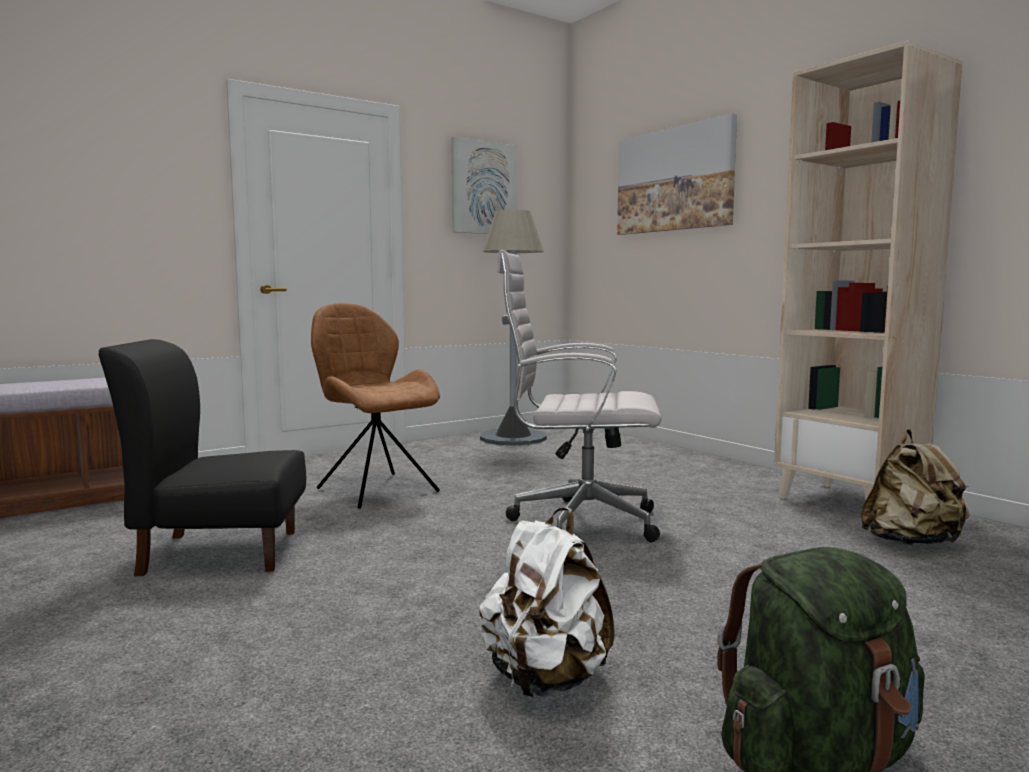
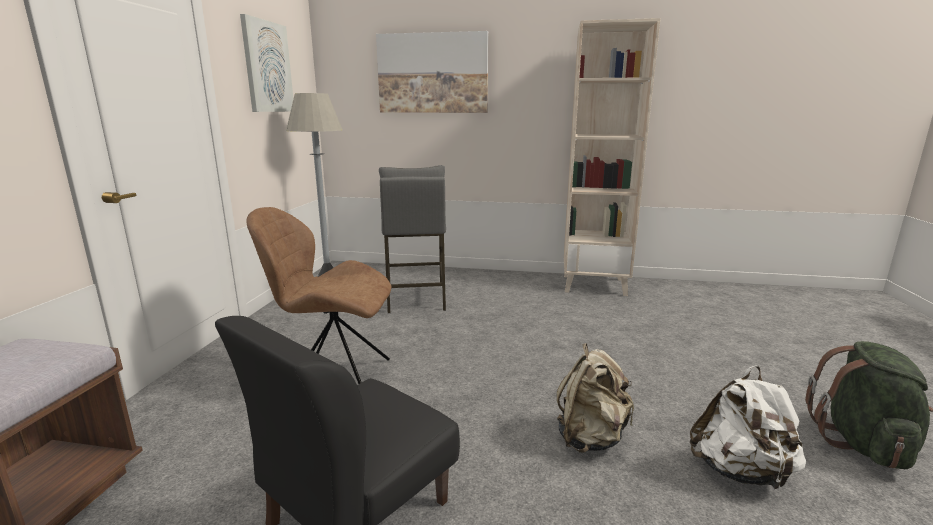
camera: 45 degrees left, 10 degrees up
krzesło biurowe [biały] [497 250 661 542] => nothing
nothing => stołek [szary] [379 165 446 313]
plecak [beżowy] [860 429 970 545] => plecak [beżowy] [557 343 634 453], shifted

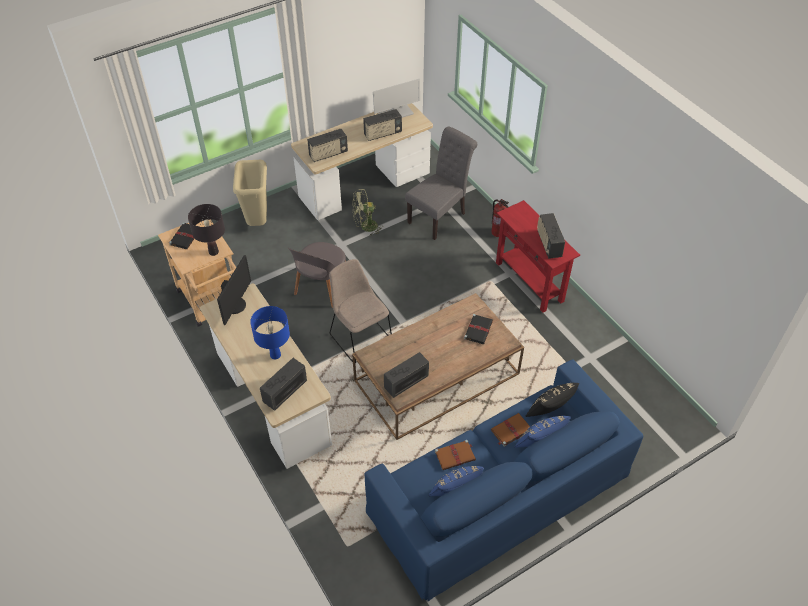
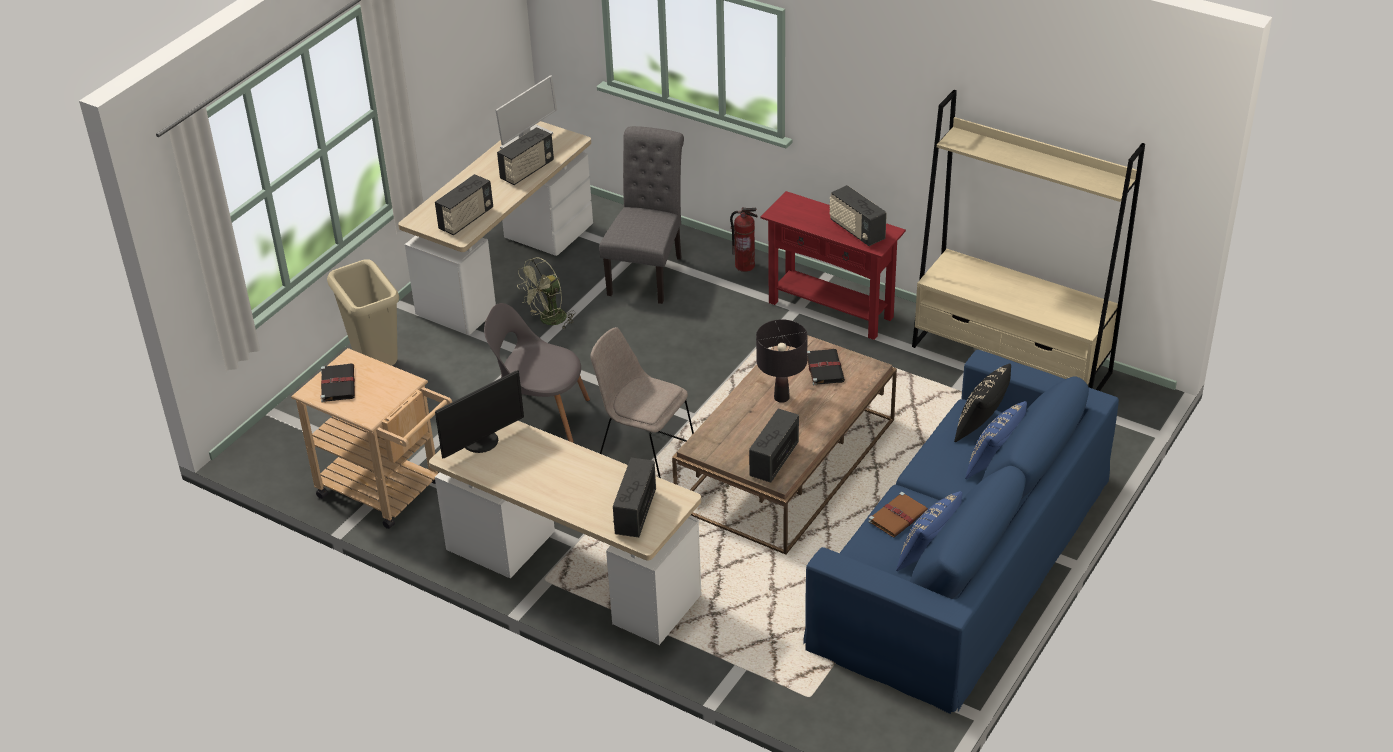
camera: 25 degrees left, 10 degrees down
lampa stołowa [niebieski] [250 306 290 359] => nothing
książka [brązowy] [491 413 530 447] => nothing
nothing => regał [beżowy] [912 90 1145 391]
lampa stołowa [czarny] [188 204 225 256] => lampa stołowa [czarny] [756 319 807 403], shifted
monitor [217 255 251 325] => monitor [435 370 524 458], 60 degrees clockwise
krzesło [szary] [288 242 346 308] => krzesło [szary] [484 303 590 443], 105 degrees clockwise

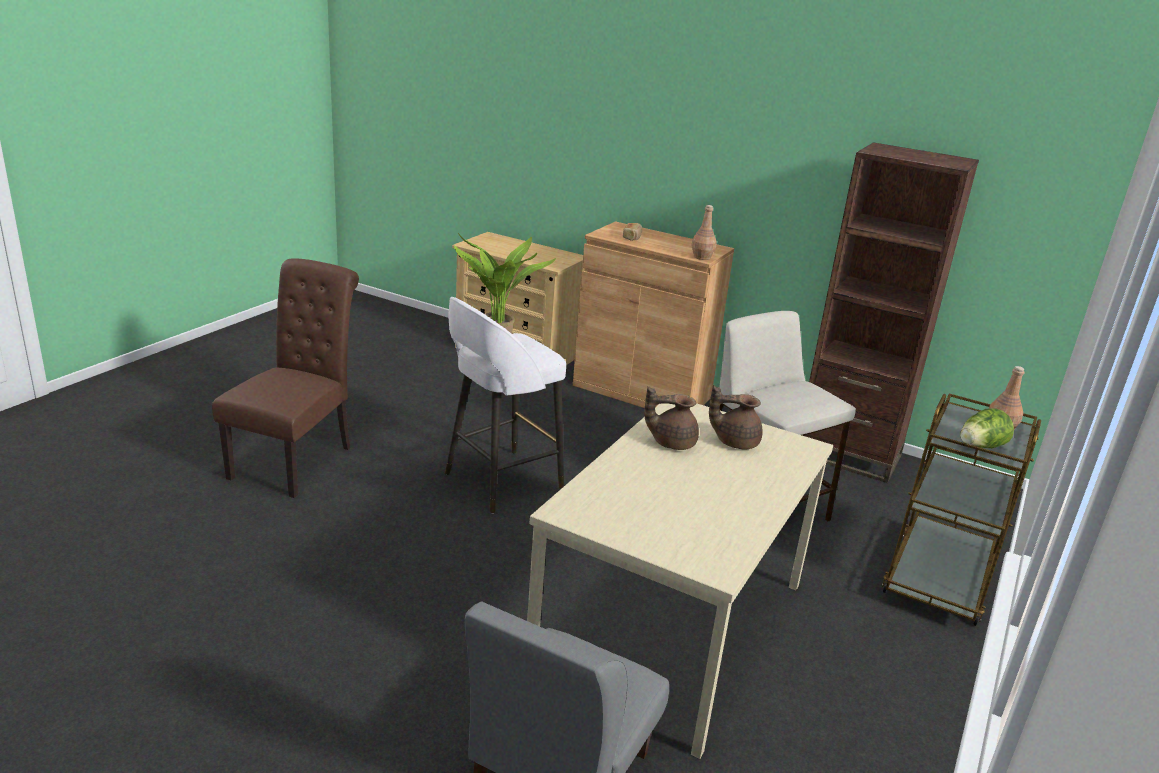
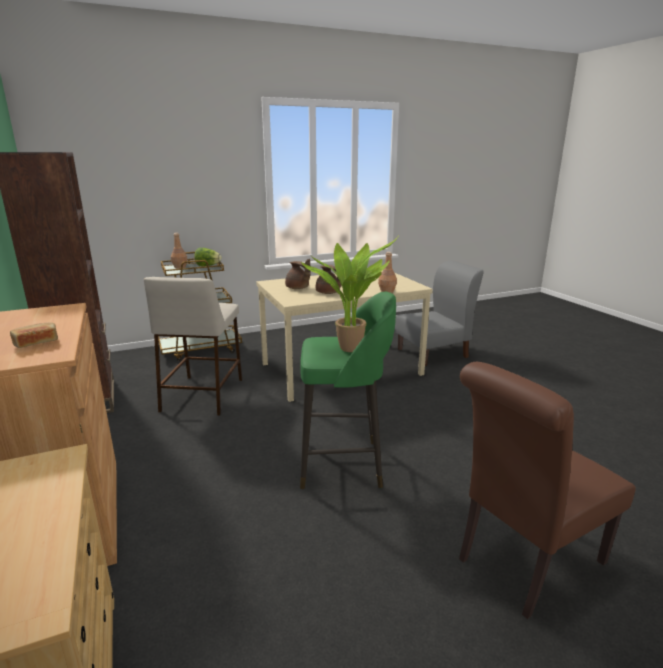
camera: 140 degrees left, 5 degrees down
butelka [brązowy] [691 205 717 260] => butelka [brązowy] [378 252 397 293], shifted
stołek [biały] [445 297 566 514] => stołek [zielony] [300 292 396 489]

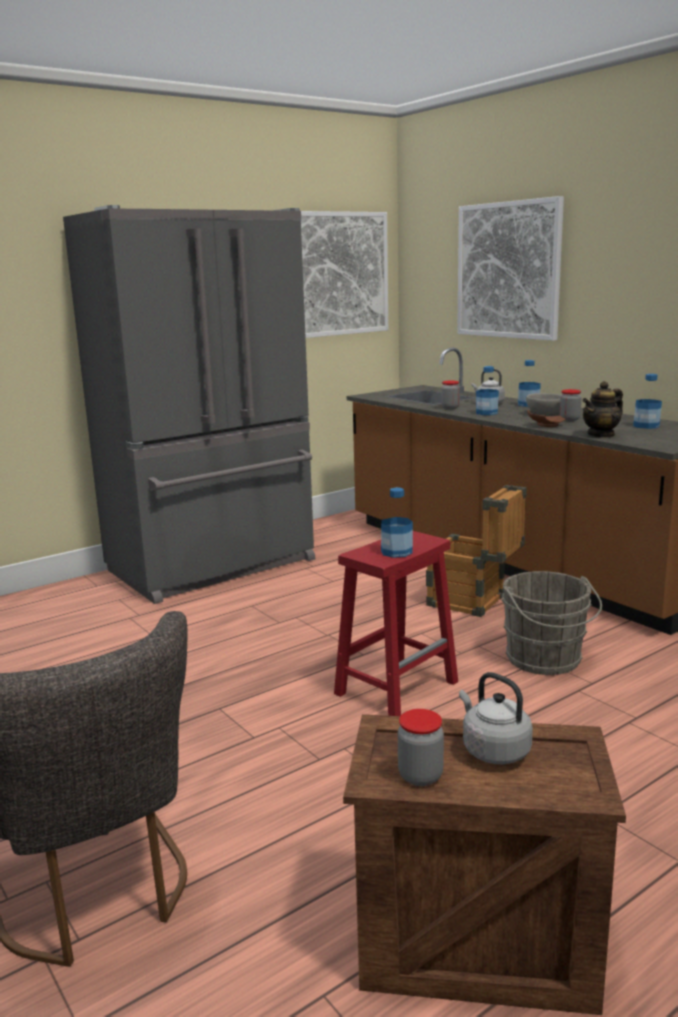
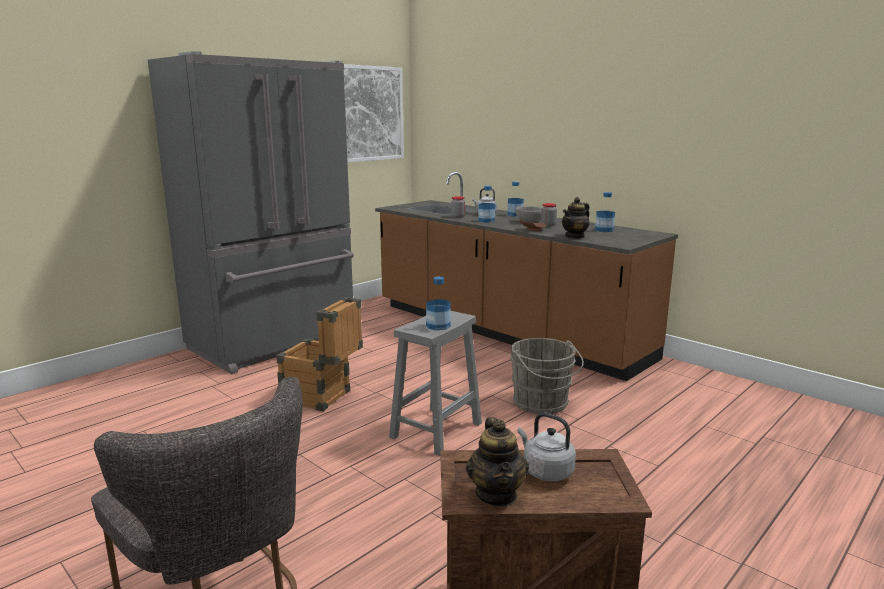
camera: 10 degrees left, 0 degrees up
obraz [457 196 564 341] => nothing
skrzynka [426 485 527 617] => skrzynka [276 297 363 411], shifted
słoik [398 709 444 786] => imbryk [466 417 529 507]
stołek [czerwony] [334 531 458 716] => stołek [szary] [389 311 482 456]

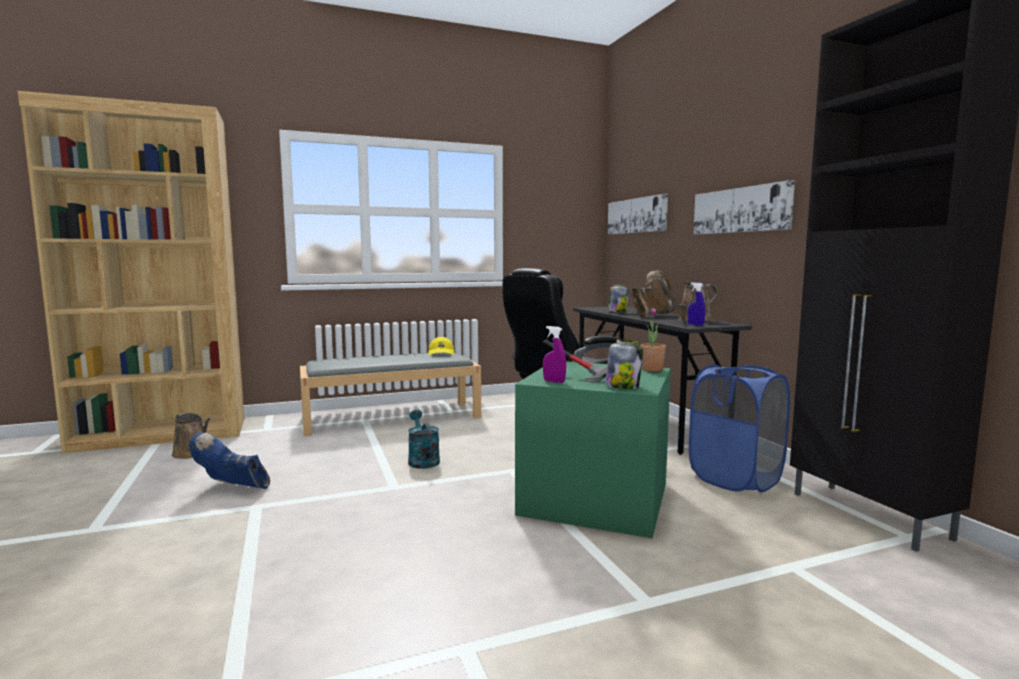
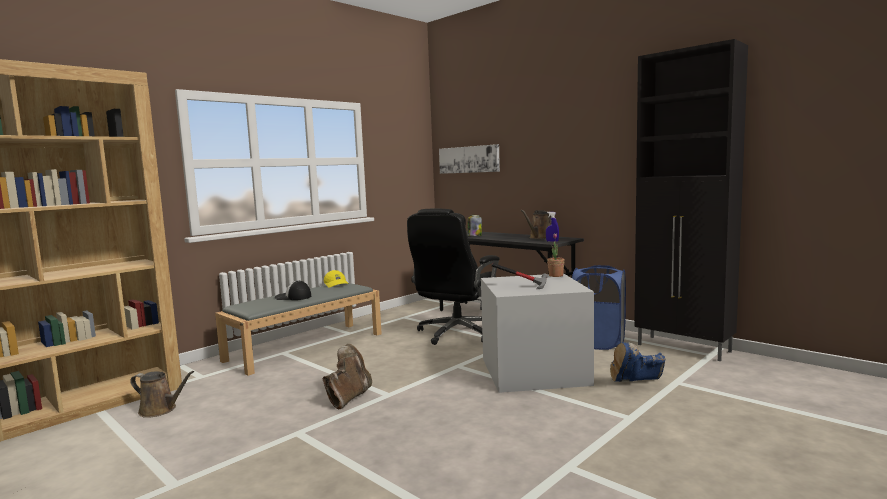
camera: 25 degrees left, 0 degrees up
konewka [turkusowy] [408 409 440 469] => nothing
spryskiwacz [fioletowy] [543 326 566 383] => nothing
słoik [605 339 643 389] => nothing
obraz [693 180 795 234] => nothing
nothing => czapka z daszkiem [275 280 311 300]
but z cholewką [niebieski] [189 432 270 489] => but z cholewką [niebieski] [610 342 665 382], shifted
but z cholewką [brązowy] [631 270 676 318] => but z cholewką [brązowy] [322 344 372 409], shifted
pojemnik do przechowywania [zielony] [515 361 671 538] => pojemnik do przechowywania [szary] [481 273 594 393]

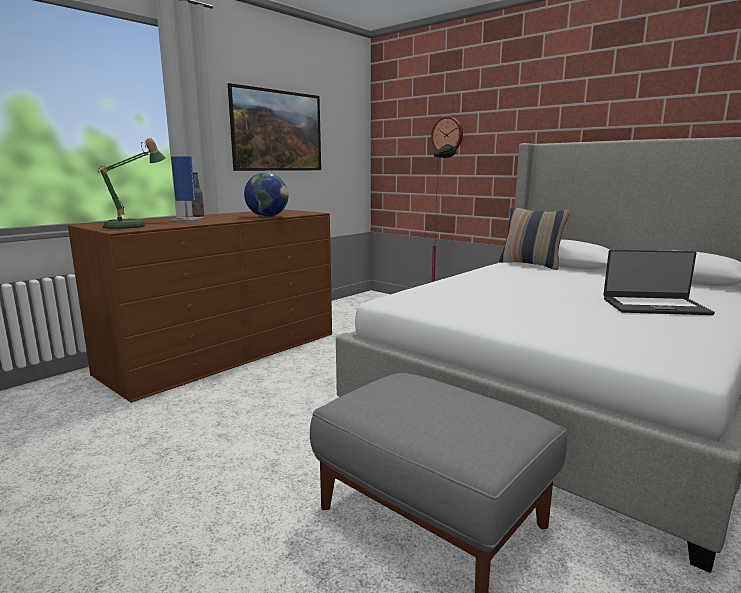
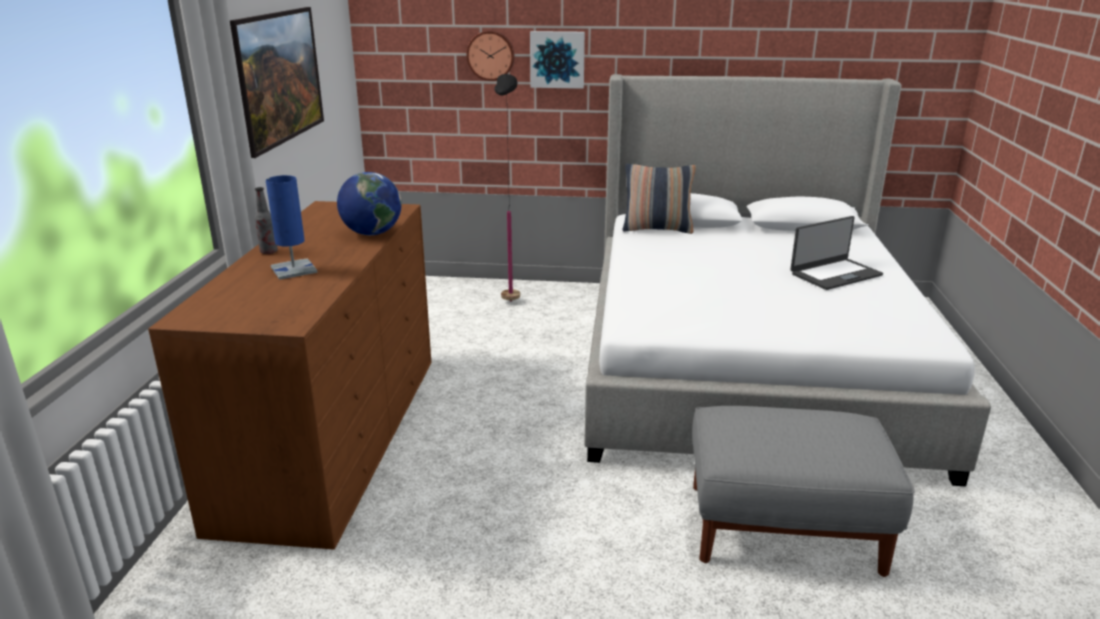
camera: 35 degrees left, 10 degrees up
lampa stołowa [98 138 166 229] => nothing
nothing => obraz [530 31 585 89]

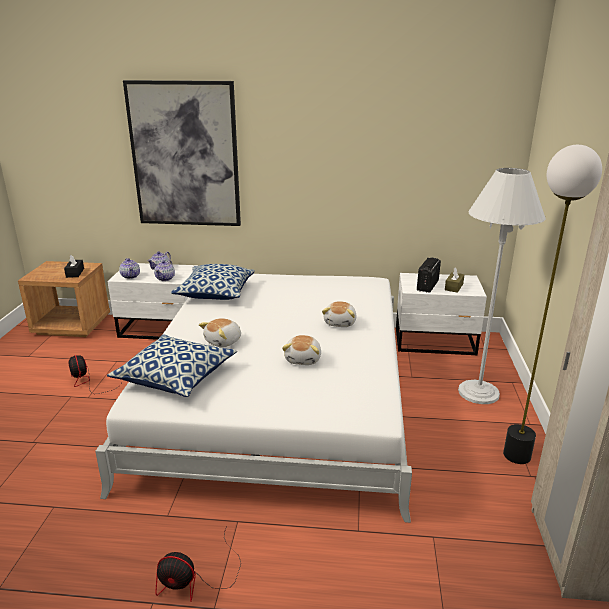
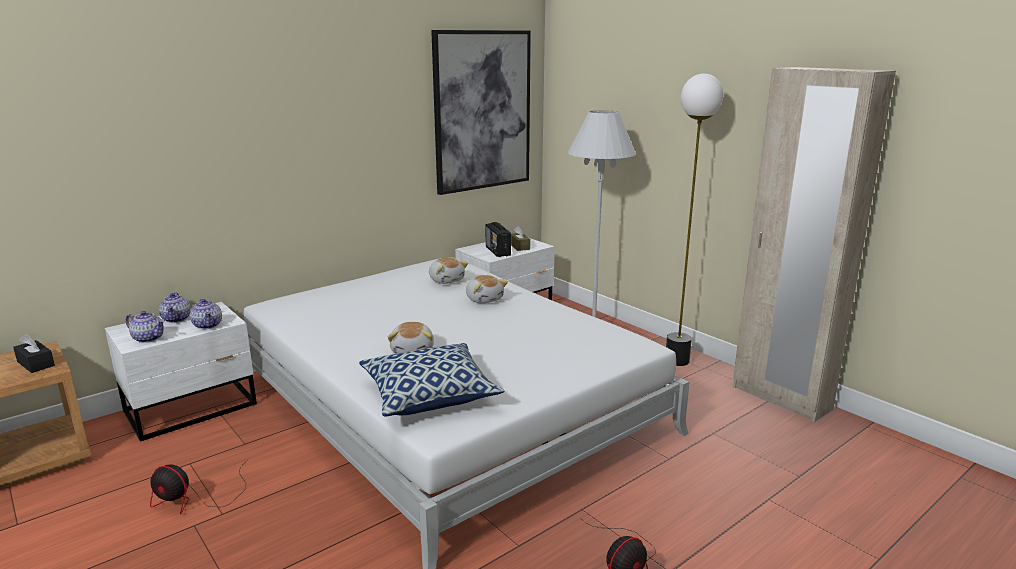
camera: 45 degrees left, 5 degrees down
poduszka [171 264 255 300] => nothing
obraz [123 80 241 226] => obraz [431 30 531 195], shifted
pluszak [282 335 321 365] => pluszak [429 257 468 284], shifted

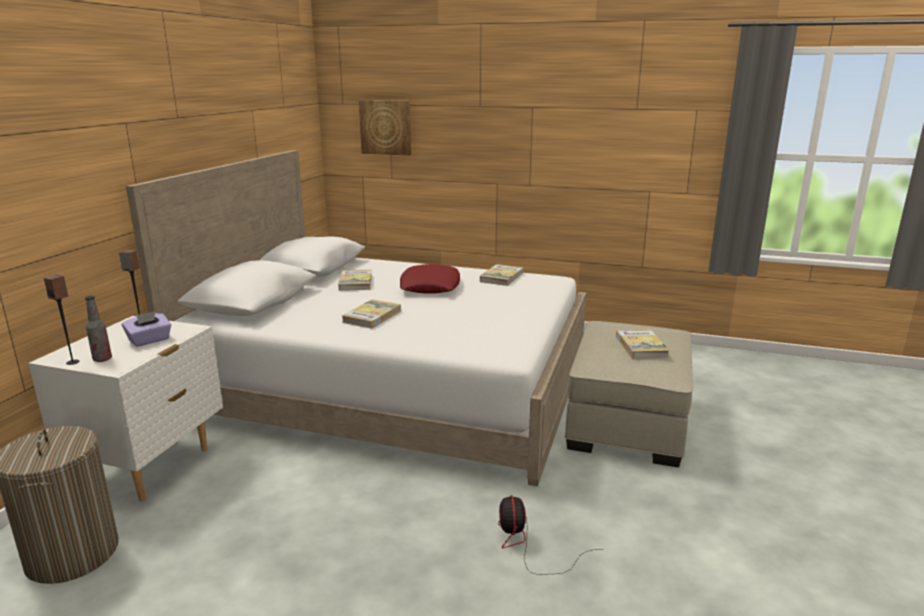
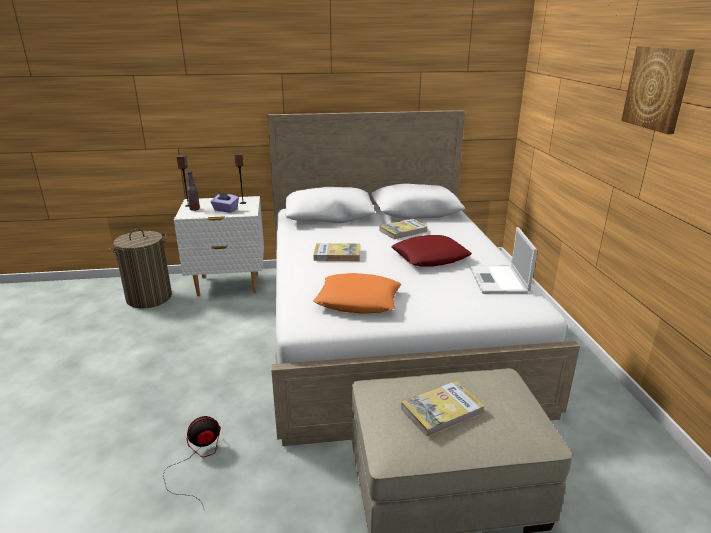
camera: 65 degrees right, 5 degrees up
nothing => poduszka [pomarańczowy] [313 273 402 314]
obraz [359 100 411 156] => obraz [621 46 695 134], shifted
książka [480 264 524 286] => laptop [470 227 537 294]

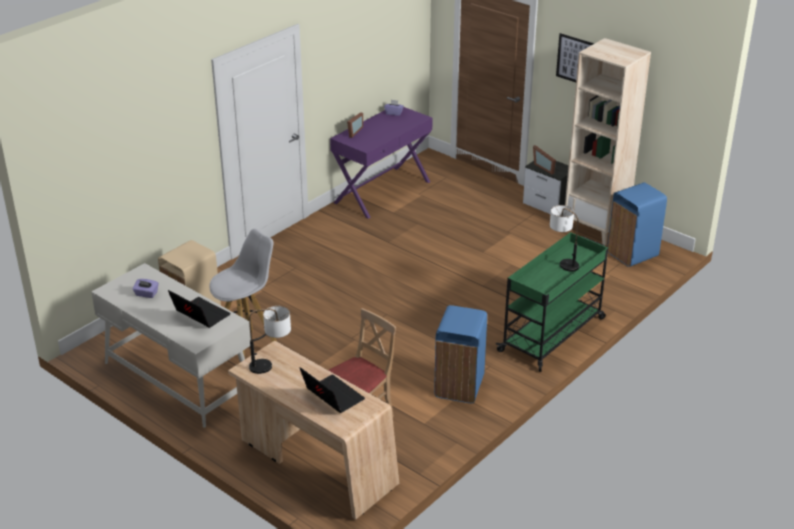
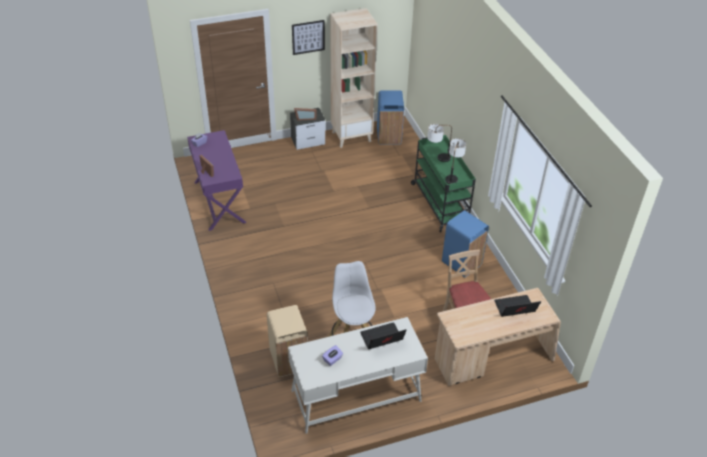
camera: 60 degrees left, 10 degrees up
lampa stołowa [249 306 291 374] => lampa stołowa [445 138 466 184], shifted

